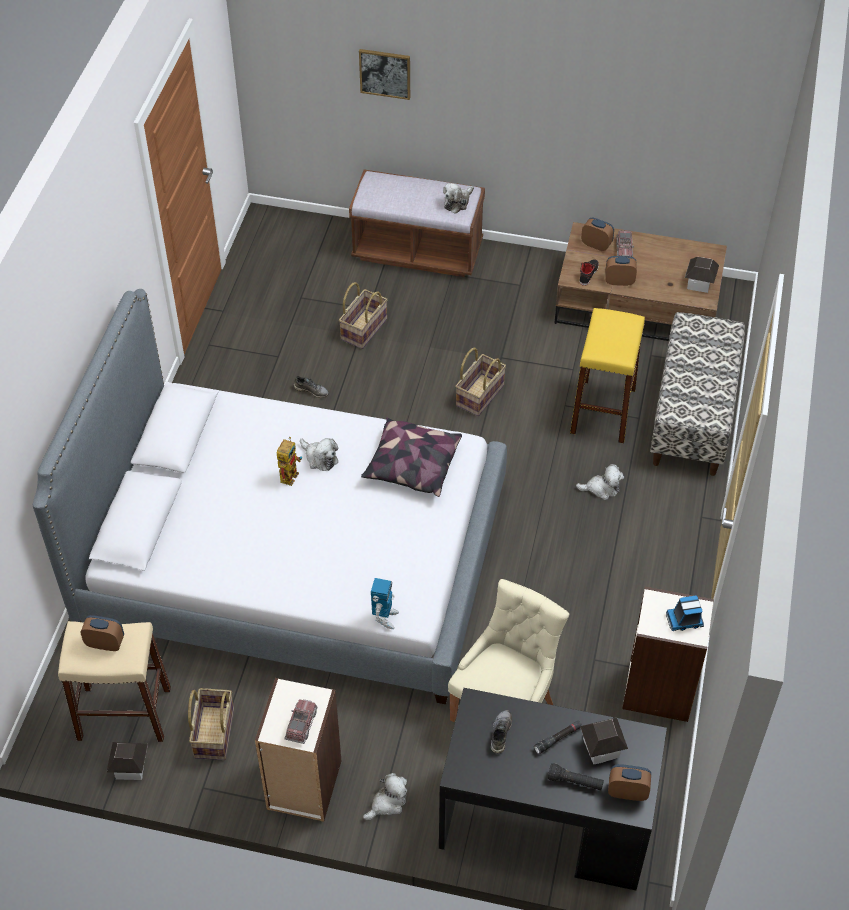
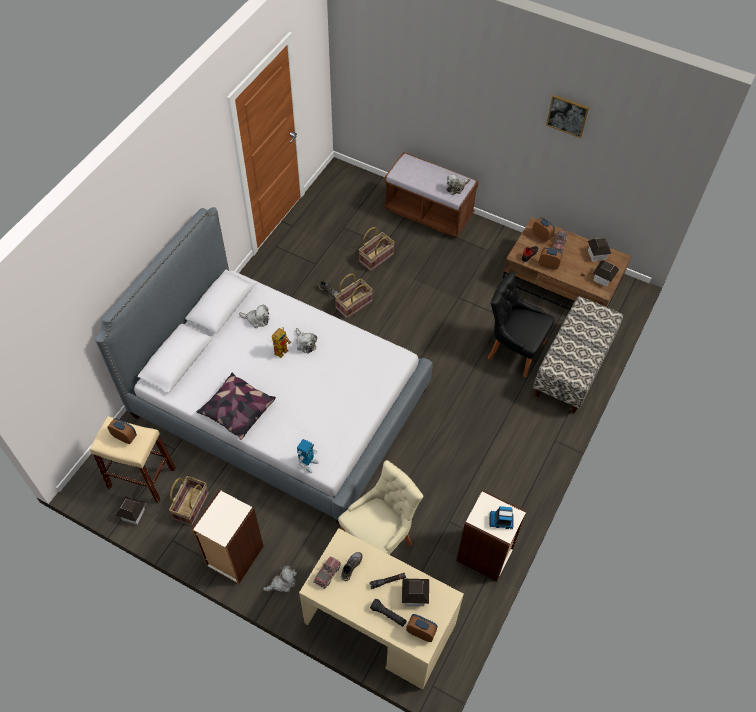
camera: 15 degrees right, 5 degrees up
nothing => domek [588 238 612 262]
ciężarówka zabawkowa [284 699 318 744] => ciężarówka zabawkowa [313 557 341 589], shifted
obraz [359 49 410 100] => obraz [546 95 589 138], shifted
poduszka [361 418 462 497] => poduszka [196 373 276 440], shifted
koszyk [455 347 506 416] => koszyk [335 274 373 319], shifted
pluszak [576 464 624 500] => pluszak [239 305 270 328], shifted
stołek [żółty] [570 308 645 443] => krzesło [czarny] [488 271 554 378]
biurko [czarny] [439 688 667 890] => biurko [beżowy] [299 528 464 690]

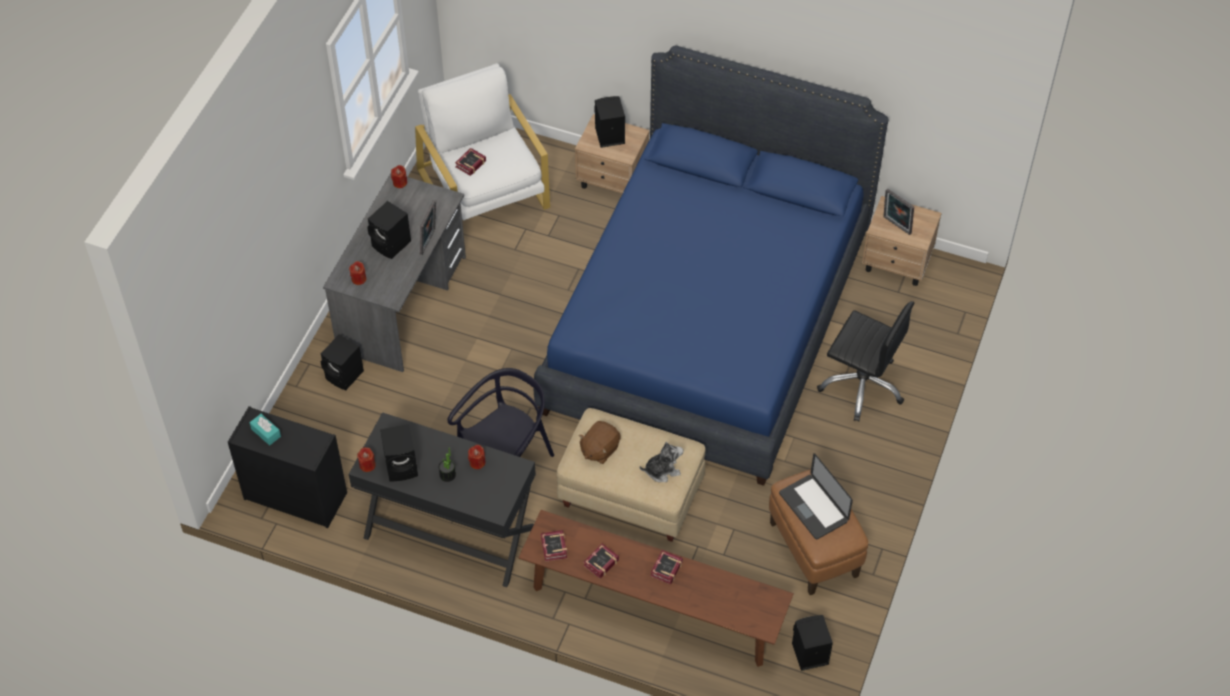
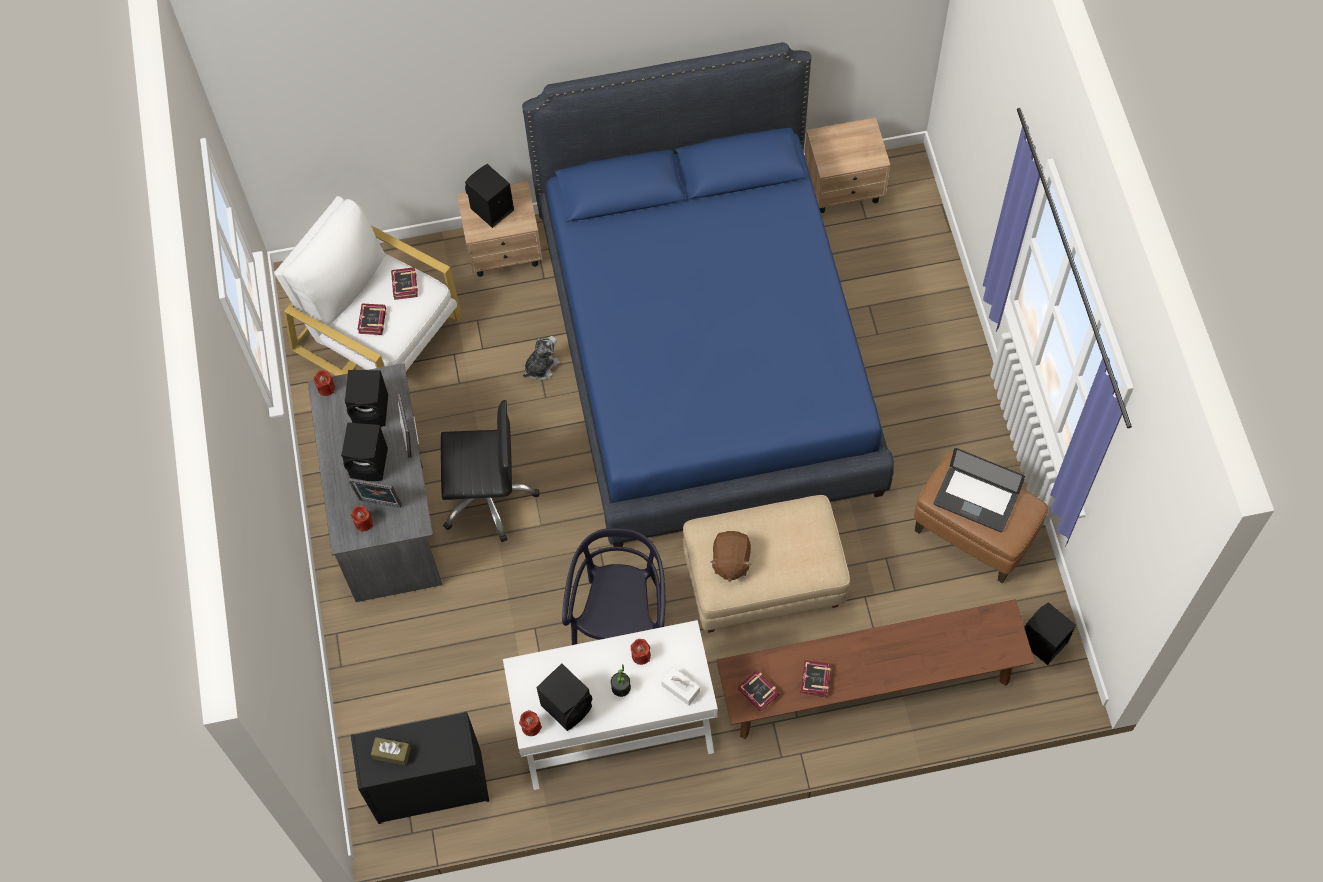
camera: 30 degrees left, 10 degrees up
nothing => pudełko chusteczek [biały] [661 667 700 705]
głośnik [czarny] [321 335 364 390] => głośnik [czarny] [345 370 388 427], shifted
pluszak [639 442 683 482] => pluszak [523 336 561 380], shifted
książka [650 550 683 585] => książka [391 267 418 300], shifted
krzesło biurowe [czarny] [817 301 914 421] => krzesło biurowe [czarny] [441 400 539 542], shifted
ramka na zdjęcie [883 189 914 235] => ramka na zdjęcie [348 478 402 508], shifted
pudełko chusteczek [turkusowy] [250 414 281 445] => pudełko chusteczek [brązowy] [370 737 411 766]
biurko [czarny] [349 412 536 587] => biurko [biały] [503 620 718 790]

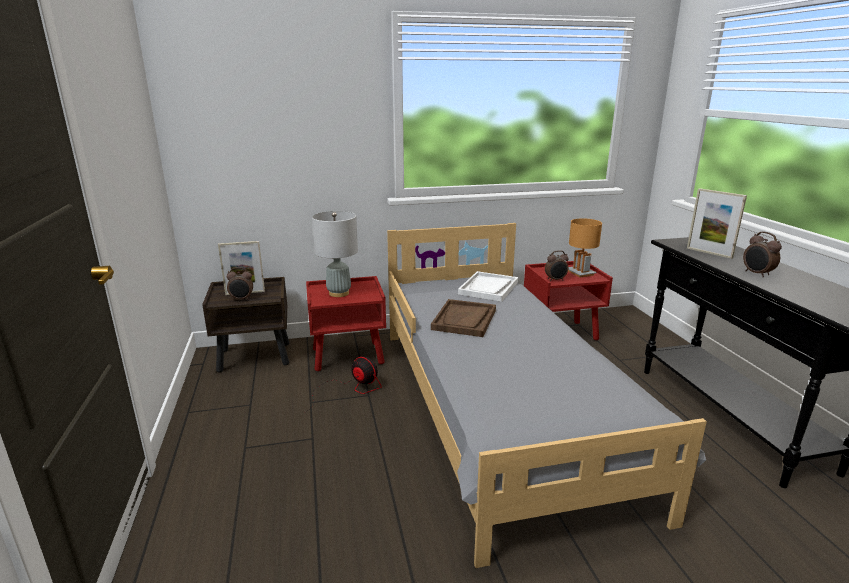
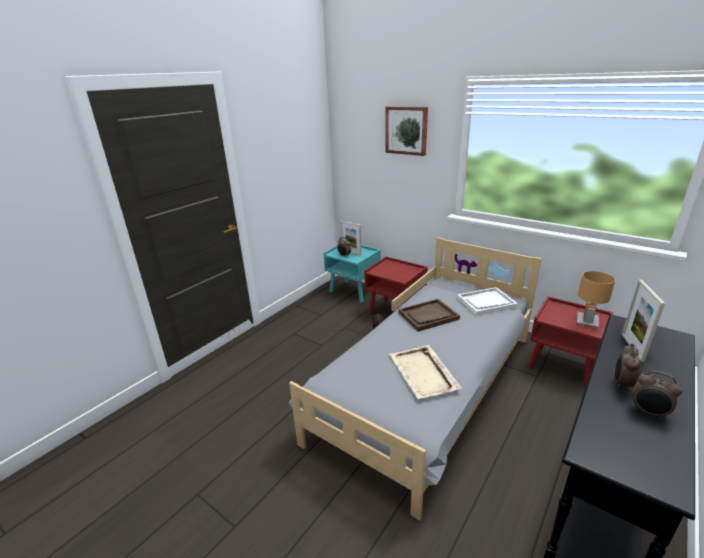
camera: 50 degrees right, 5 degrees up
lampa stołowa [szary] [312 211 358 297] => nothing
nothing => obraz [386 106 428 156]
nothing => taca [beżowy] [389 345 462 399]
budzik [545 250 569 281] => budzik [632 371 683 420], shifted
szafka nocna [brązowy] [202 277 289 372] => szafka nocna [turkusowy] [323 245 381 303]

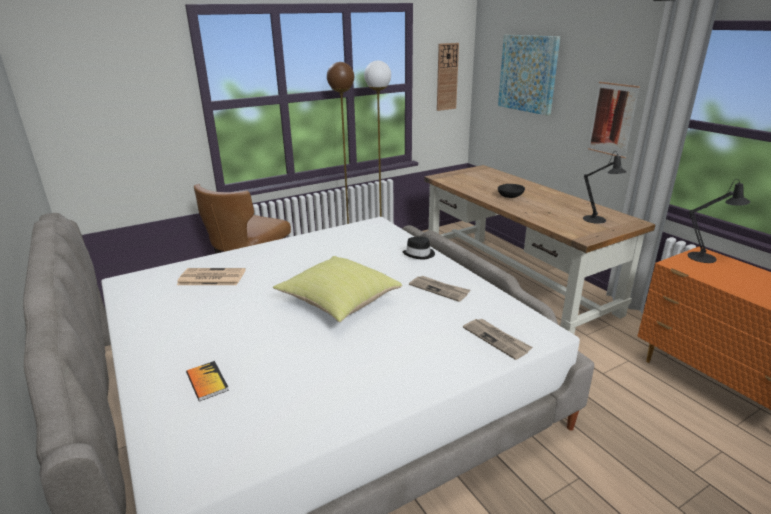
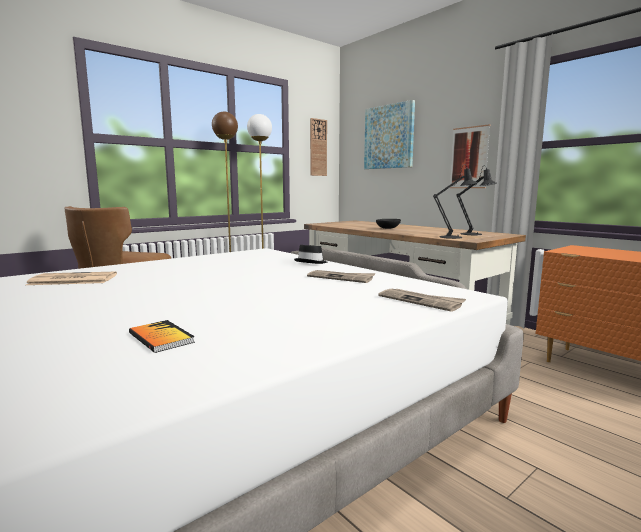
camera: 10 degrees left, 15 degrees down
poduszka [żółty] [273 256 402 322] => nothing
książka [186 361 229 401] => książka [129 320 195 353], shifted
lampa stołowa [czarny] [688 179 750 263] => lampa stołowa [czarny] [433 164 477 239], shifted

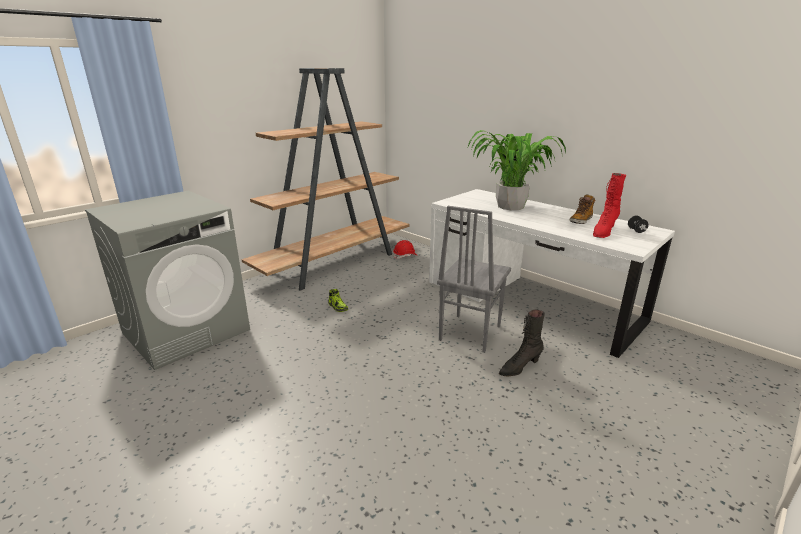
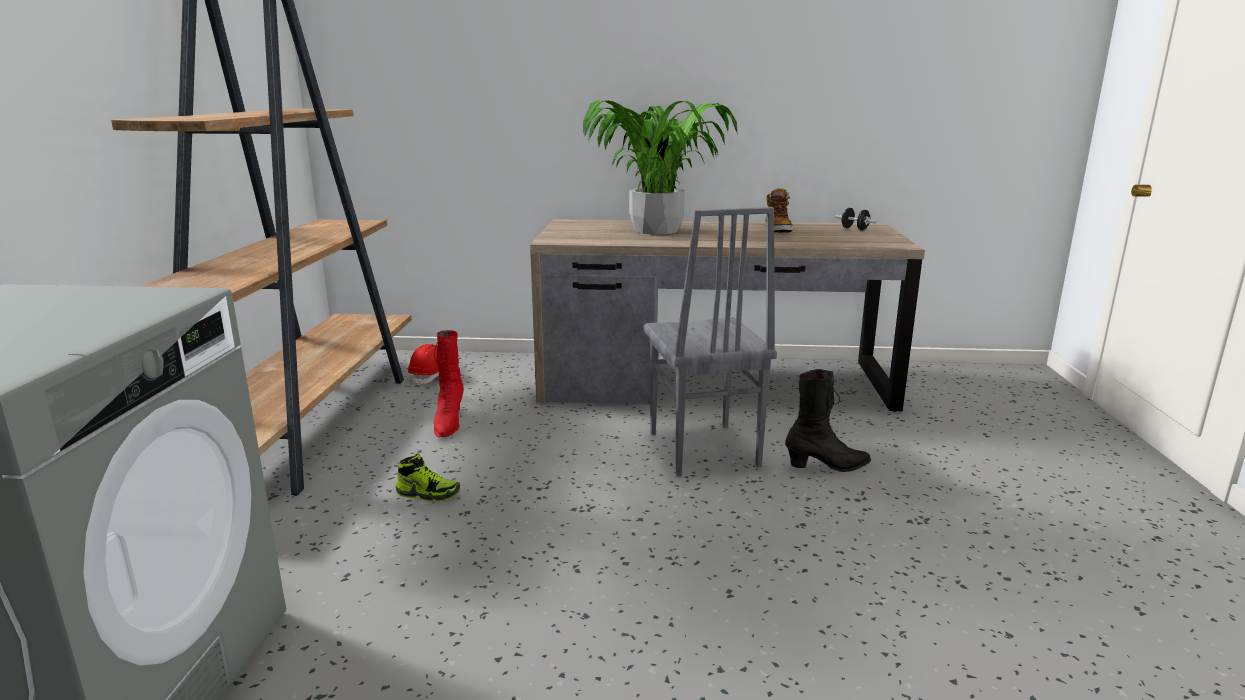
camera: 40 degrees left, 5 degrees down
but z cholewką [czerwony] [593 173 626 238] => but z cholewką [czerwony] [434 330 464 438], shifted
biurko [biały] [429 189 675 358] => biurko [brązowy] [530 219 925 412]
but z cholewką [czarny] [499 310 545 377] => but z cholewką [czarny] [785 369 871 472], 120 degrees counterclockwise

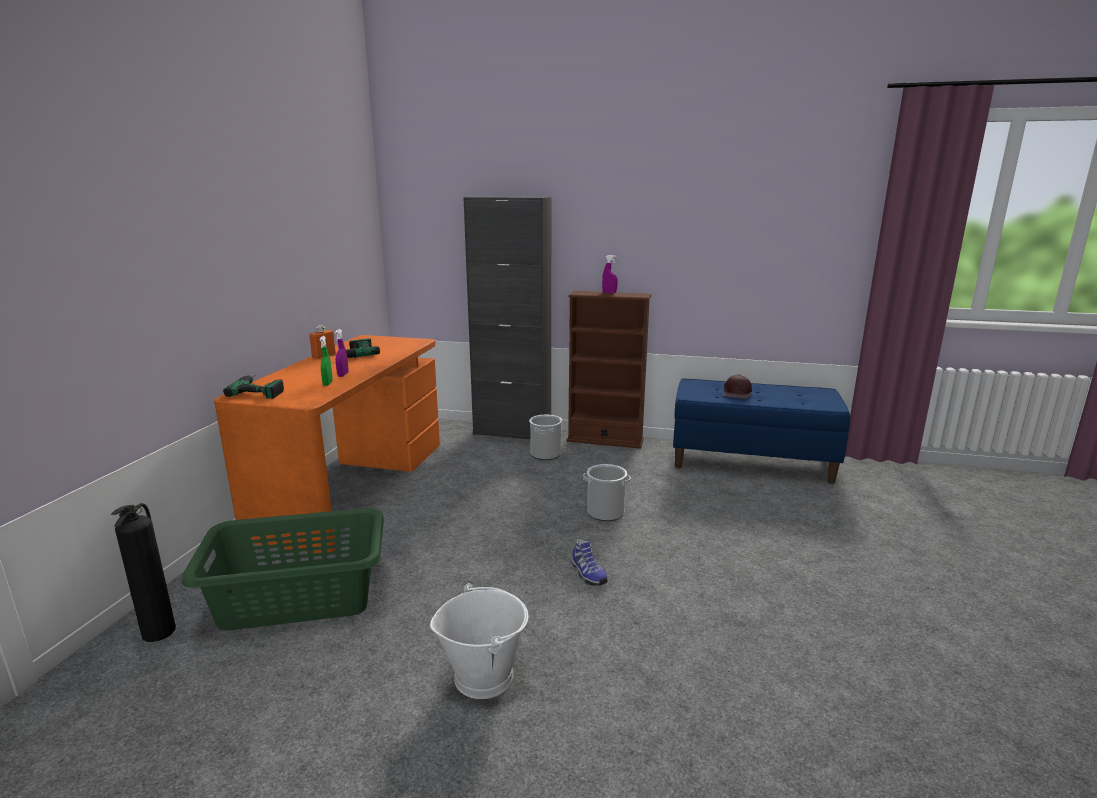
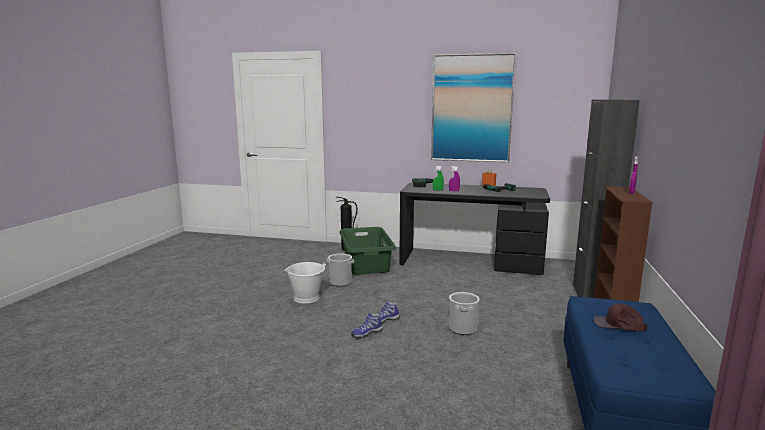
camera: 90 degrees right, 5 degrees down
nothing => but [351 313 383 339]
nothing => obraz [431 53 516 162]
wiadro [529 415 562 460] => wiadro [326 254 354 286], shifted
biurko [pomarańczowy] [214 335 440 553] => biurko [czarny] [399 183 550 275]

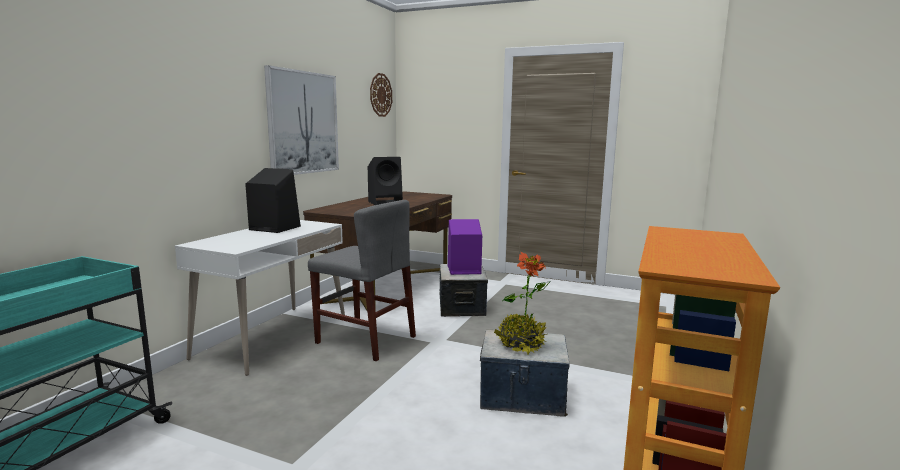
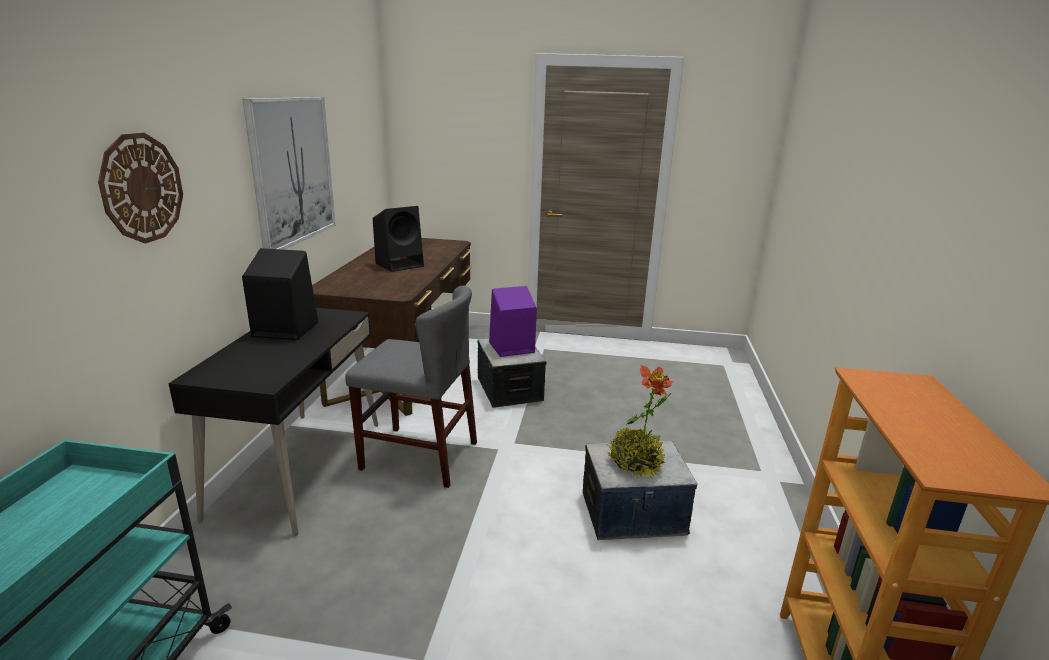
camera: 15 degrees left, 10 degrees up
zegar ścienny [370 73 392 117] => zegar ścienny [98 133 183 243], shifted
biurko [biały] [175 220 345 376] => biurko [czarny] [168 308 378 536]

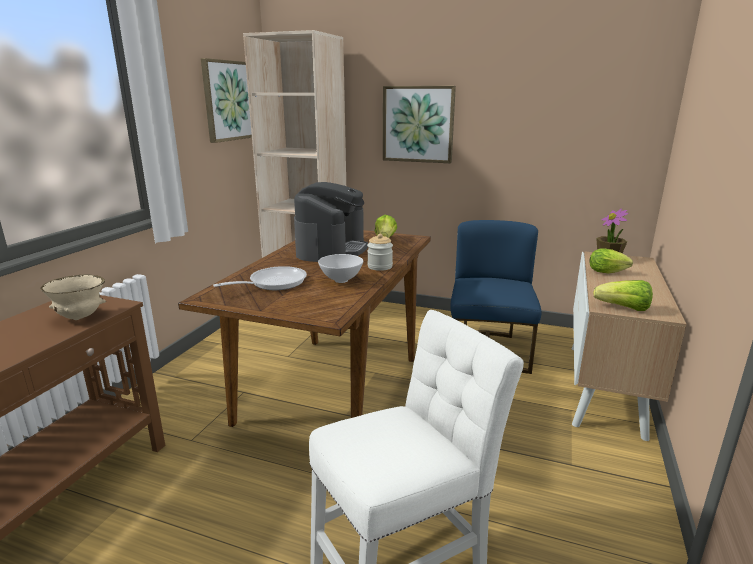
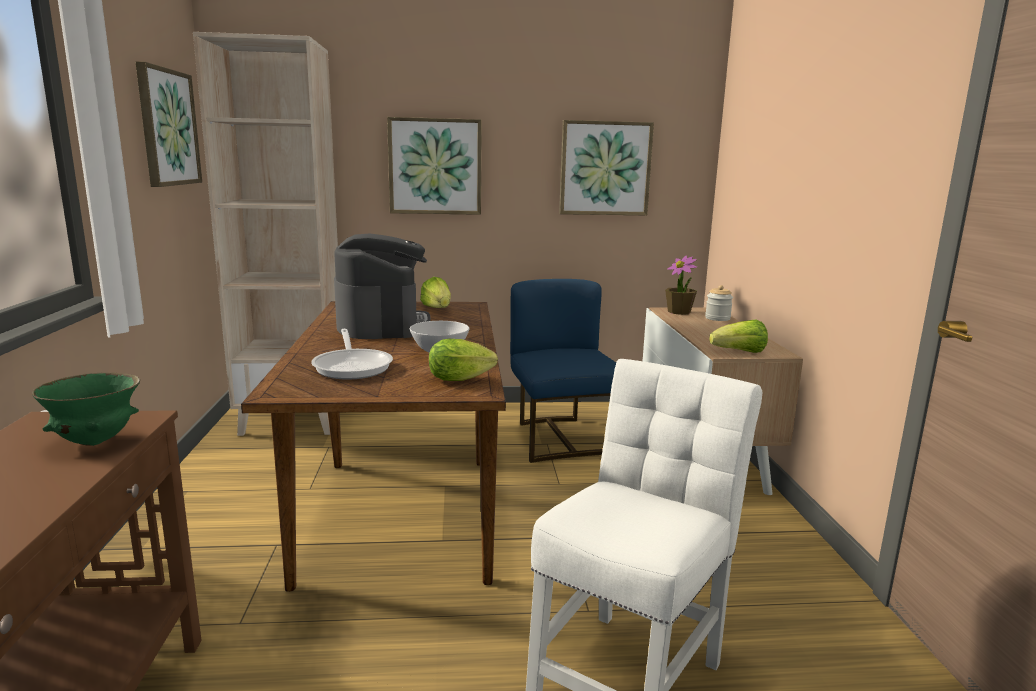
camera: 25 degrees left, 5 degrees down
nothing => obraz [559 120 654 215]
słoik [367 234 393 271] => słoik [705 285 733 321], shifted
sałata [590 248 633 273] => sałata [429 339 498 381], shifted
miska [beżowy] [40 274 106 320] => miska [zielony] [32 373 140 446]
patelnia [213 266 307 290] => patelnia [311 329 393 380], 135 degrees clockwise

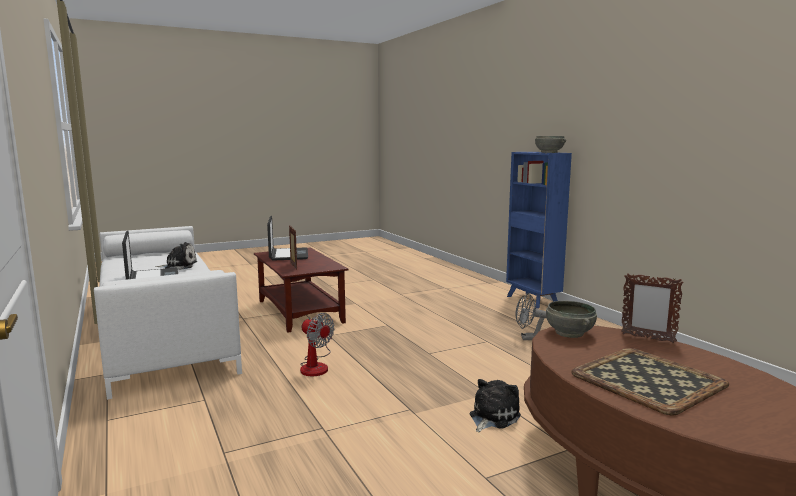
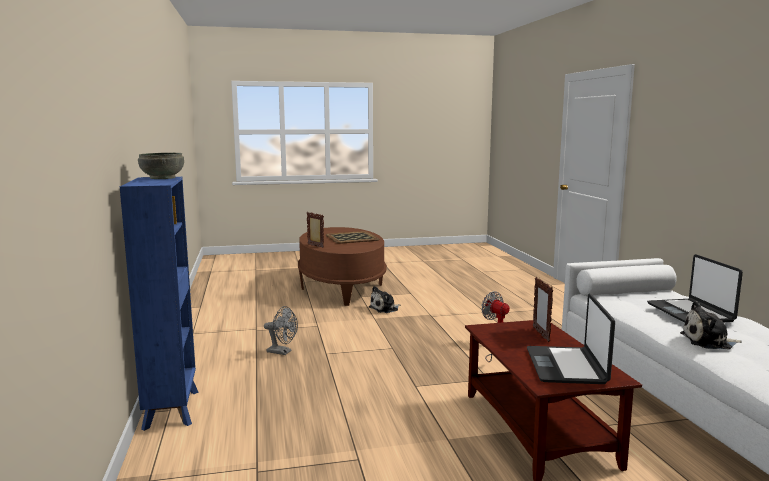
camera: 165 degrees left, 0 degrees up
miska [szary] [546 301 597 338] => nothing

